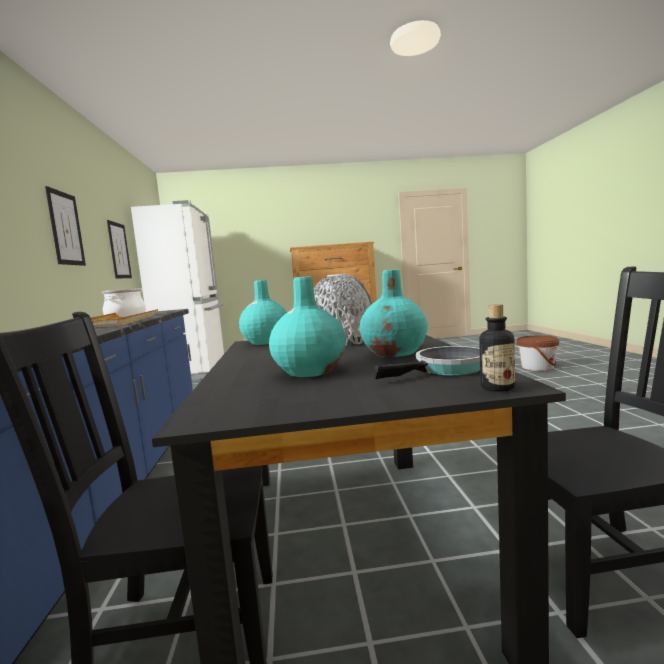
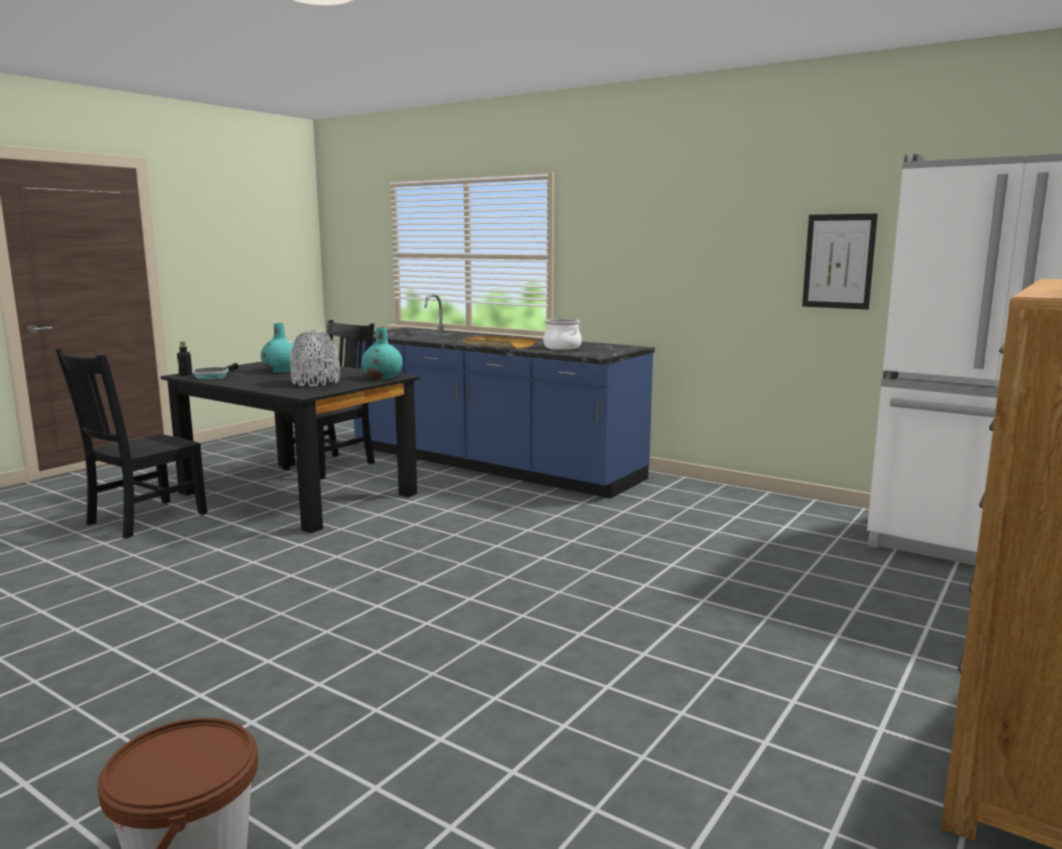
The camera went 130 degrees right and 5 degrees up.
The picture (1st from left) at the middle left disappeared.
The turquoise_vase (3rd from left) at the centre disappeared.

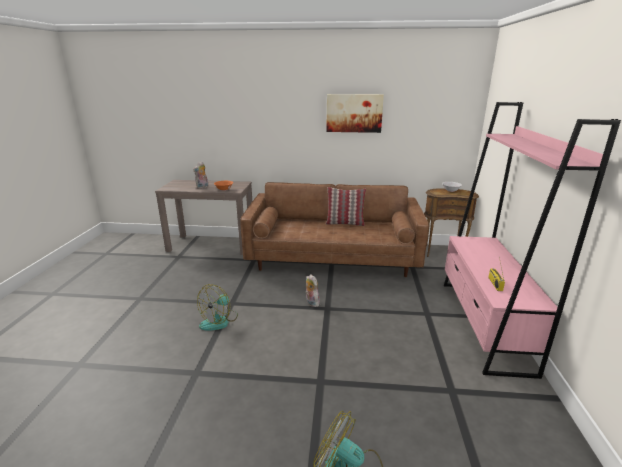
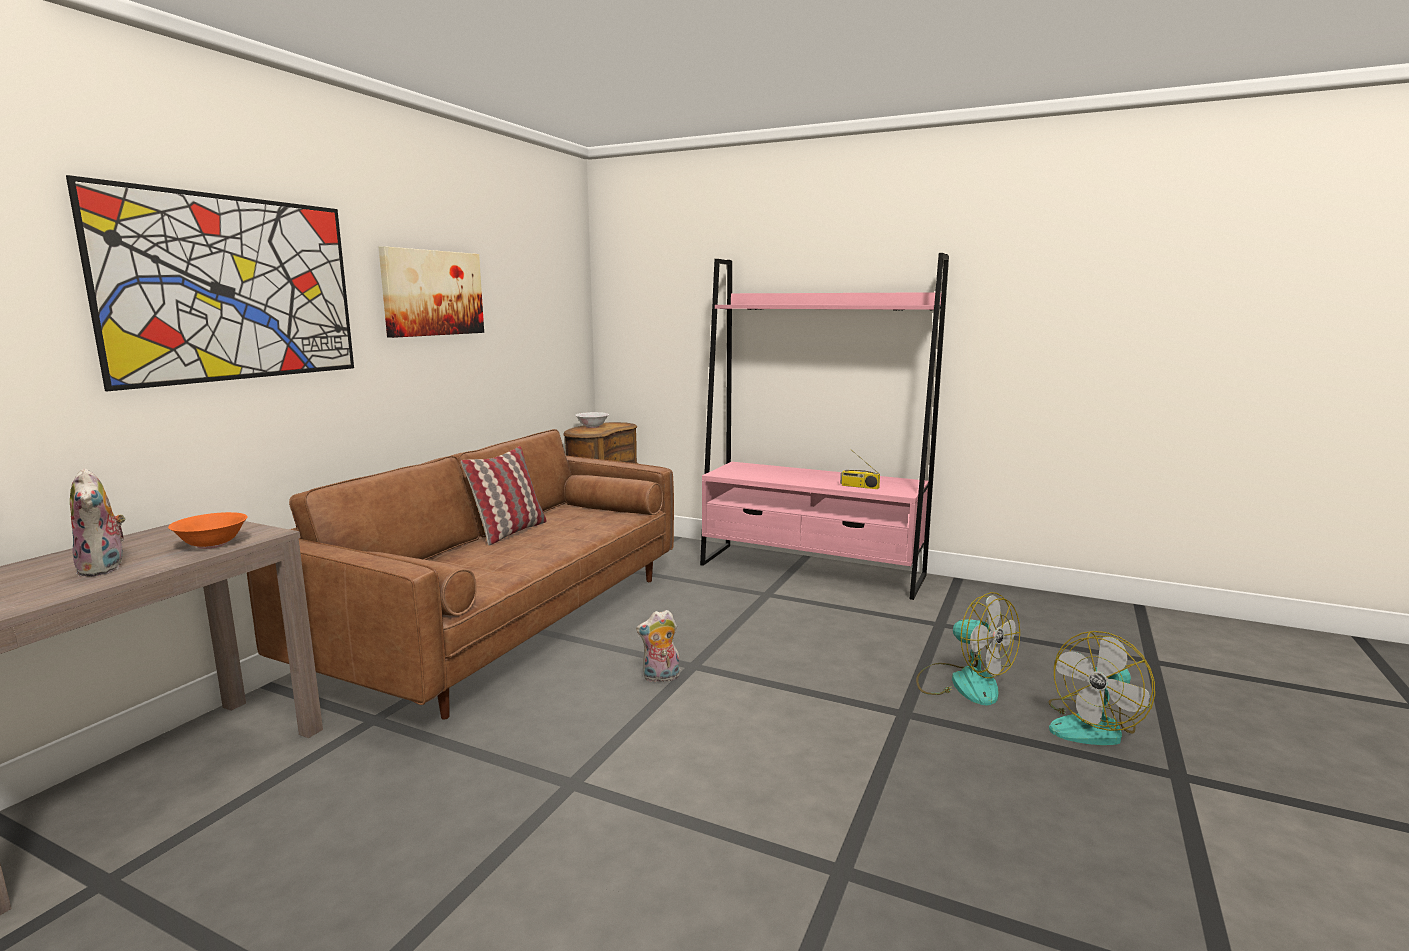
The camera went 70 degrees left and 10 degrees down.
The fan (1st from left) moved from the centre to the bottom right.
The picture (1st from left) at the top left appeared.

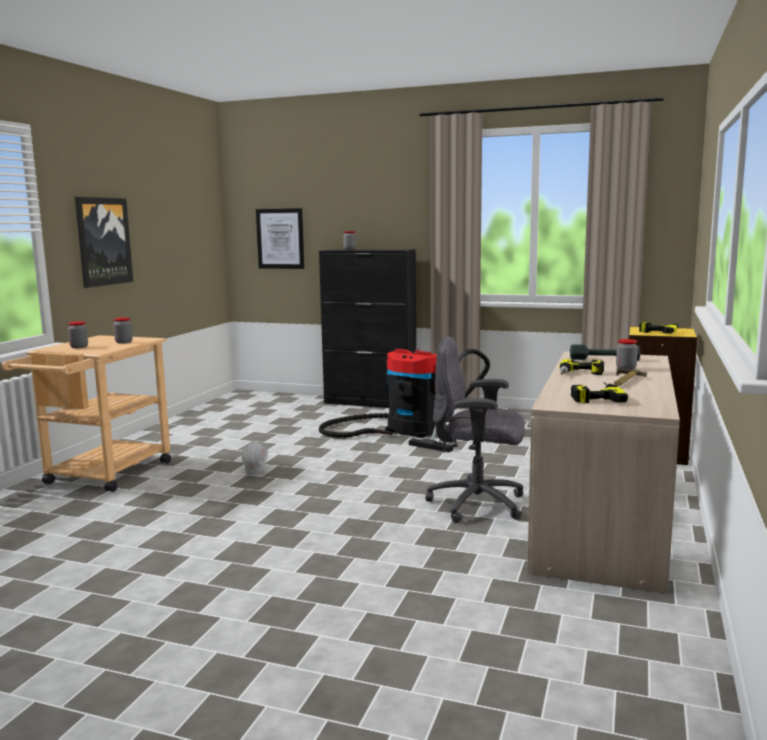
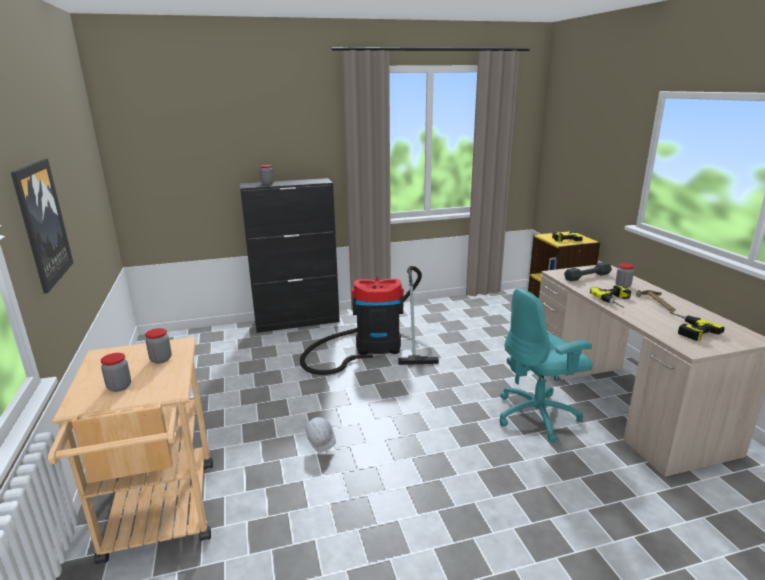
The camera went 35 degrees left and 10 degrees up.
The picture (2nd from left) at the top centre disappeared.
The grey_office_chair at the centre became the turquoise_office_chair at the middle right.

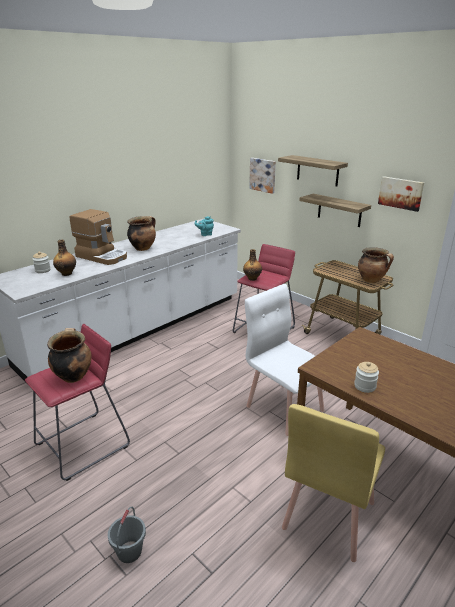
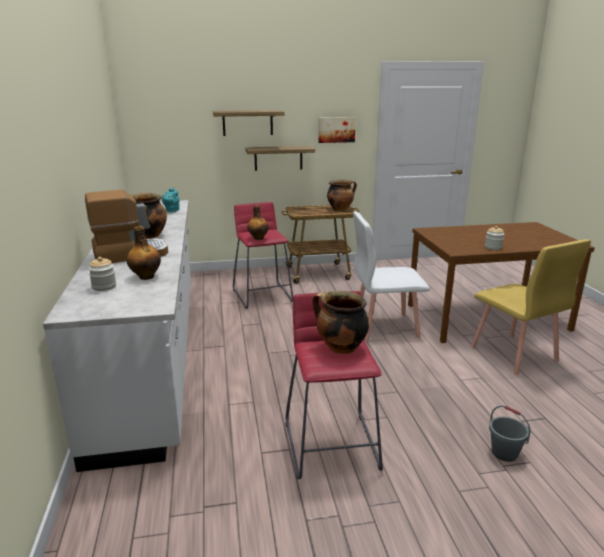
The camera went 55 degrees left and 5 degrees down.
The picture (1st from left) at the top centre disappeared.

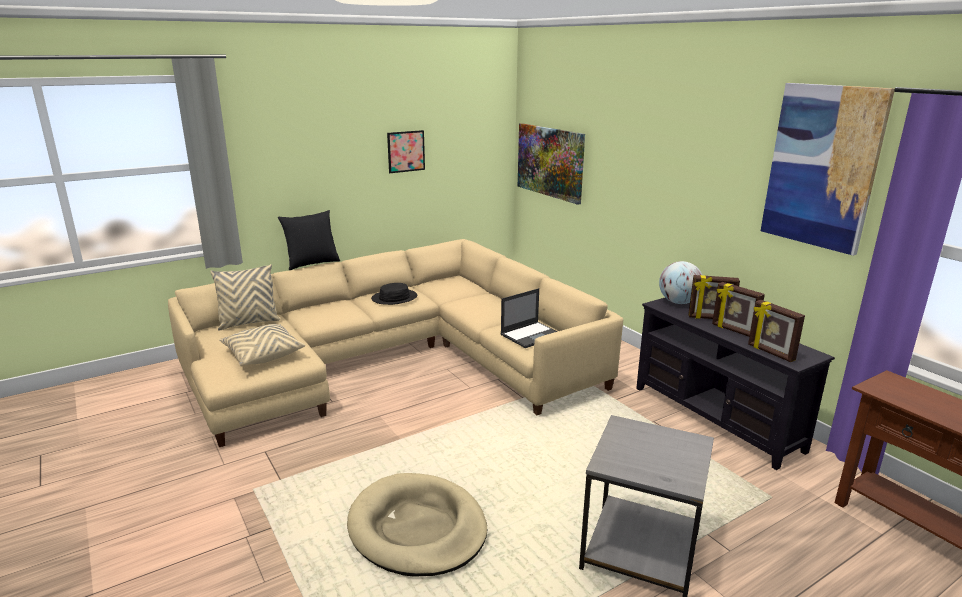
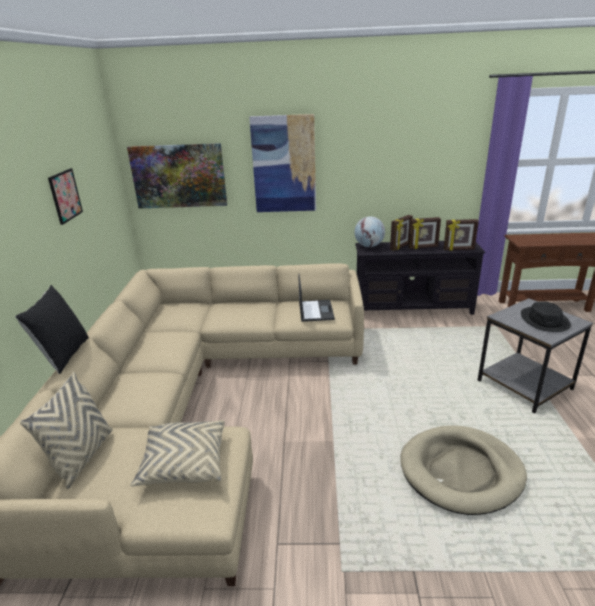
The camera went 55 degrees left and 5 degrees up.
The black_hat moved from the centre to the middle right.
The picture (3rd from left) moved from the top right to the top centre.

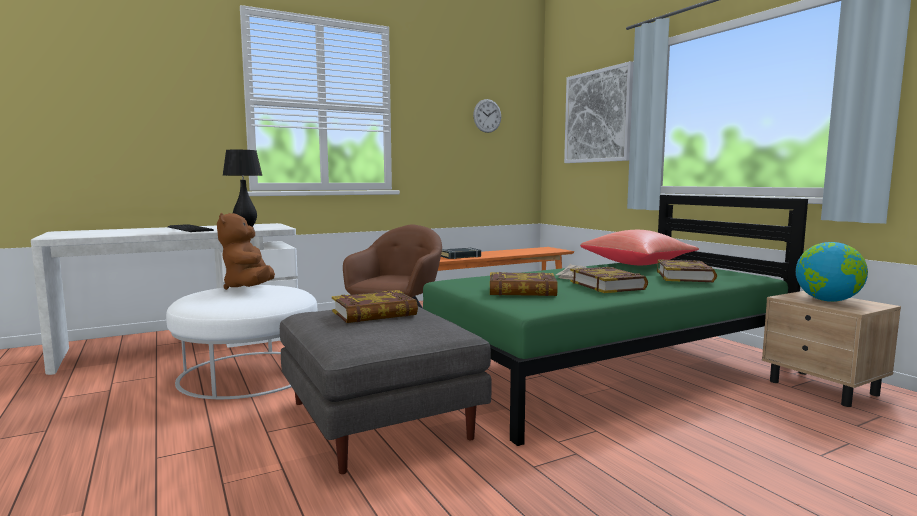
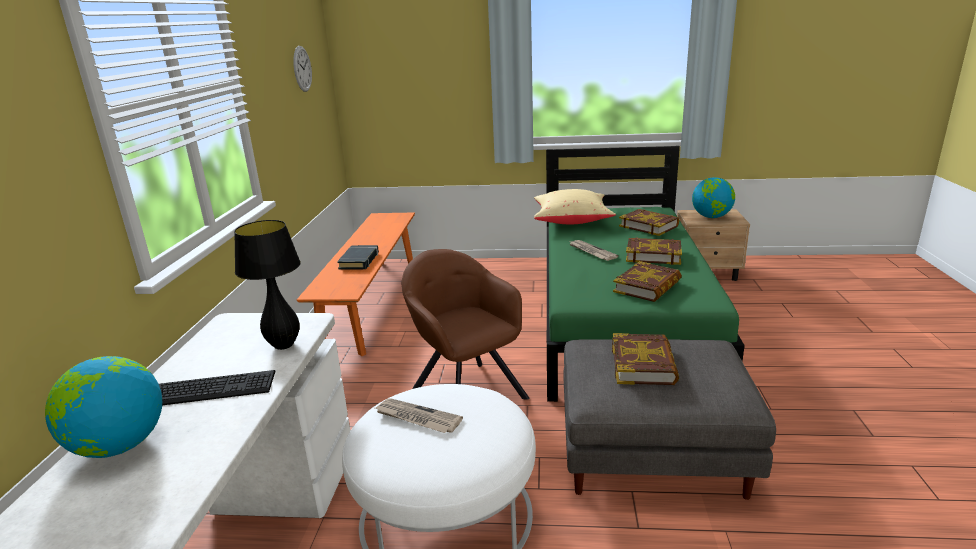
The camera went 55 degrees left and 15 degrees up.
The brown_plush_toy at the middle left was replaced by the newspaper (1st from left) at the bottom centre.
The picture at the top centre disappeared.
The red_pillow at the middle right became the beige_pillow at the centre.
The globe (1st from left) at the bottom left appeared.

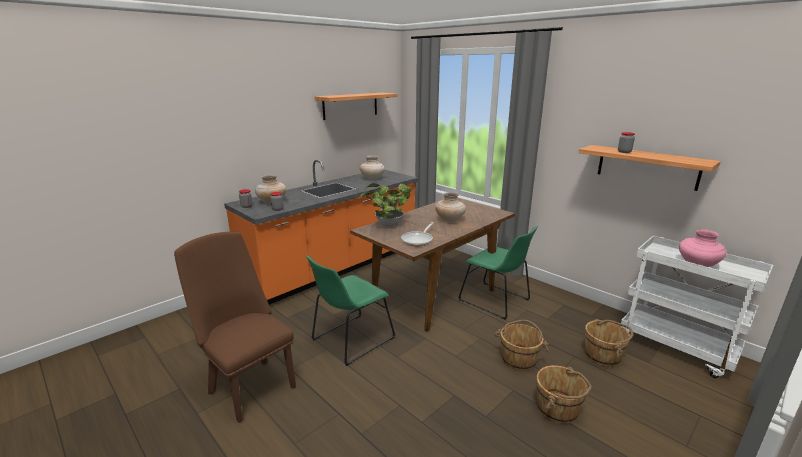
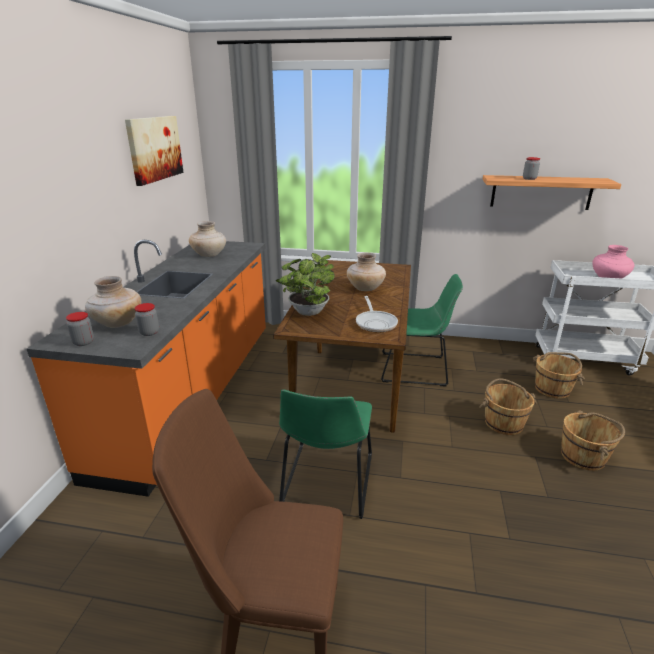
The camera went 35 degrees left and 5 degrees up.
The shelf (1st from left) at the top centre was replaced by the picture at the top left.

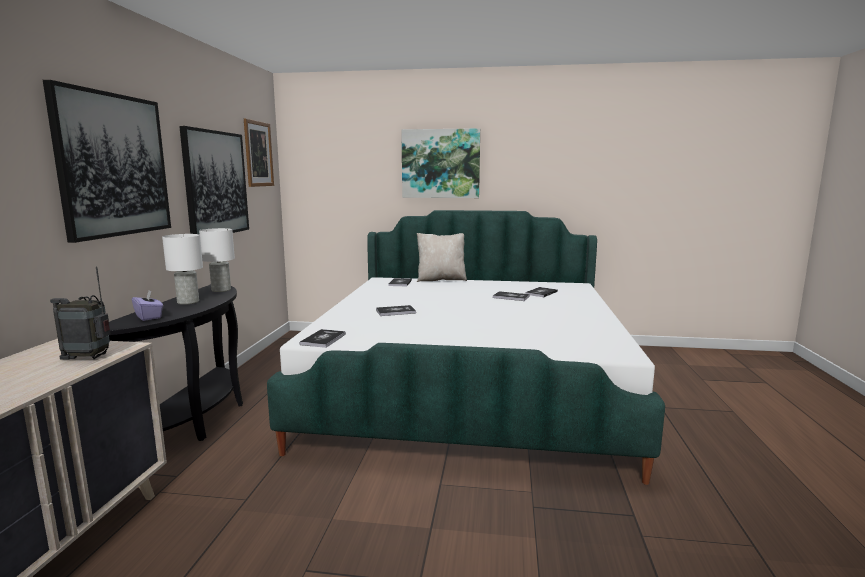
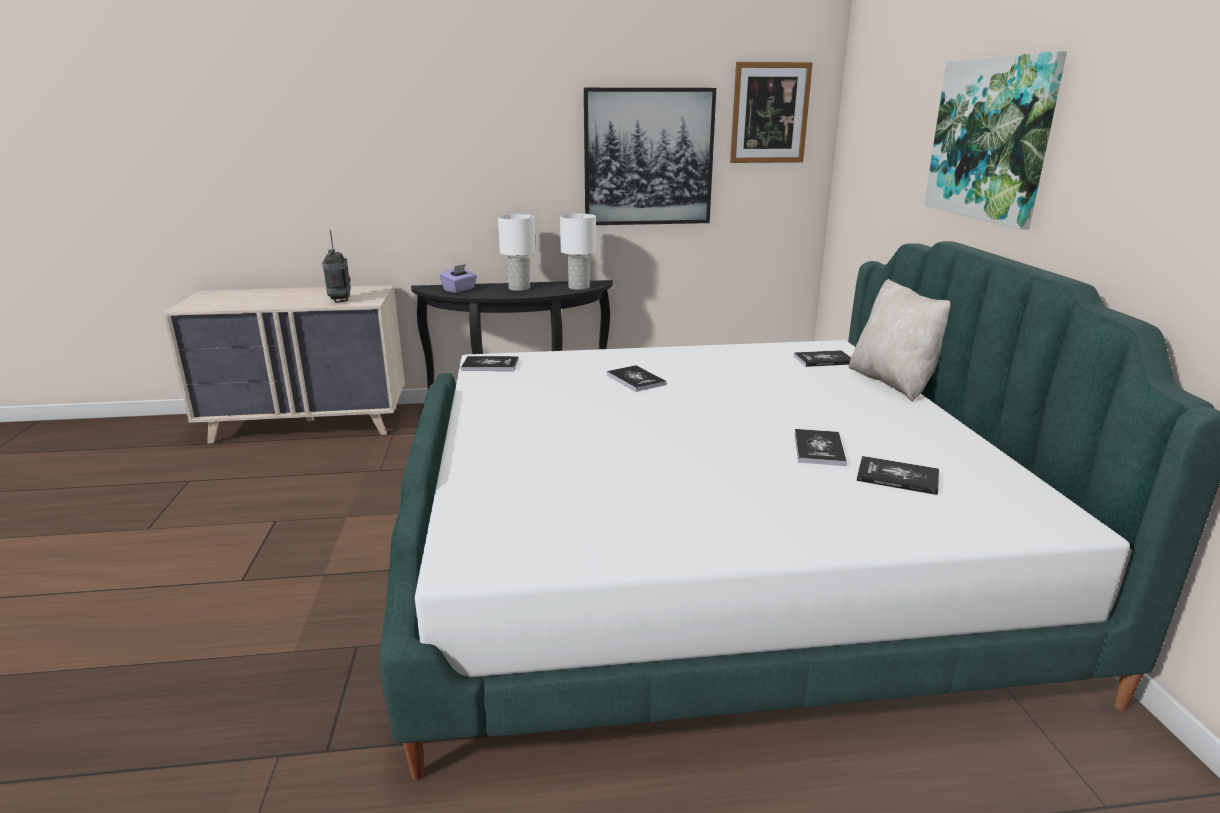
The camera went 75 degrees right and 10 degrees up.
The picture (1st from left) at the top left disappeared.

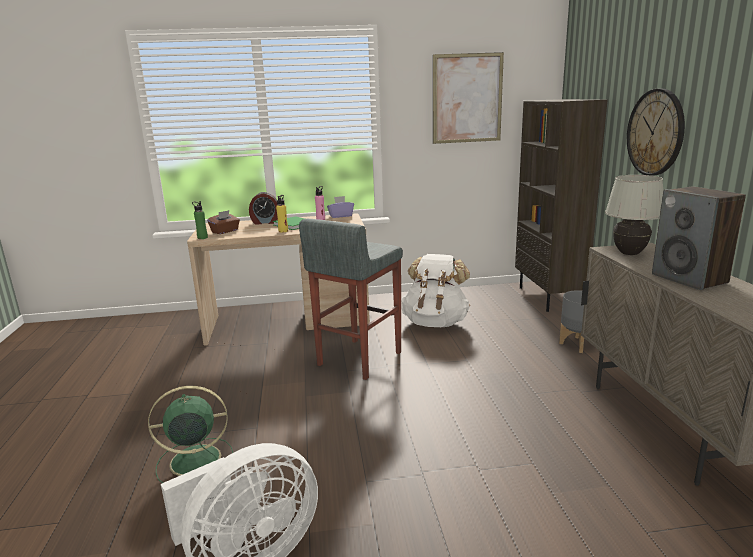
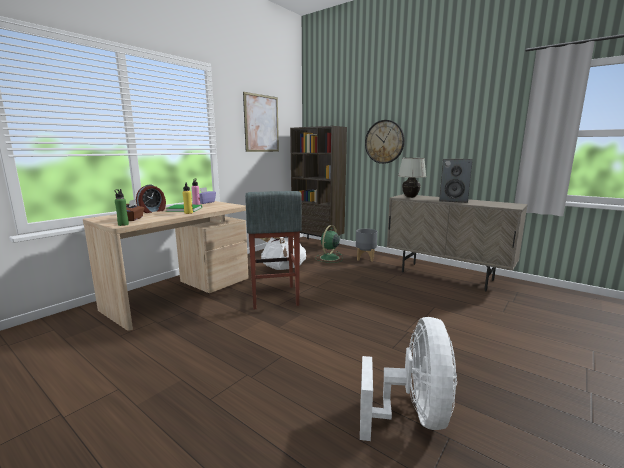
The camera went 45 degrees left and 5 degrees down.
The green_fan moved from the bottom left to the centre.

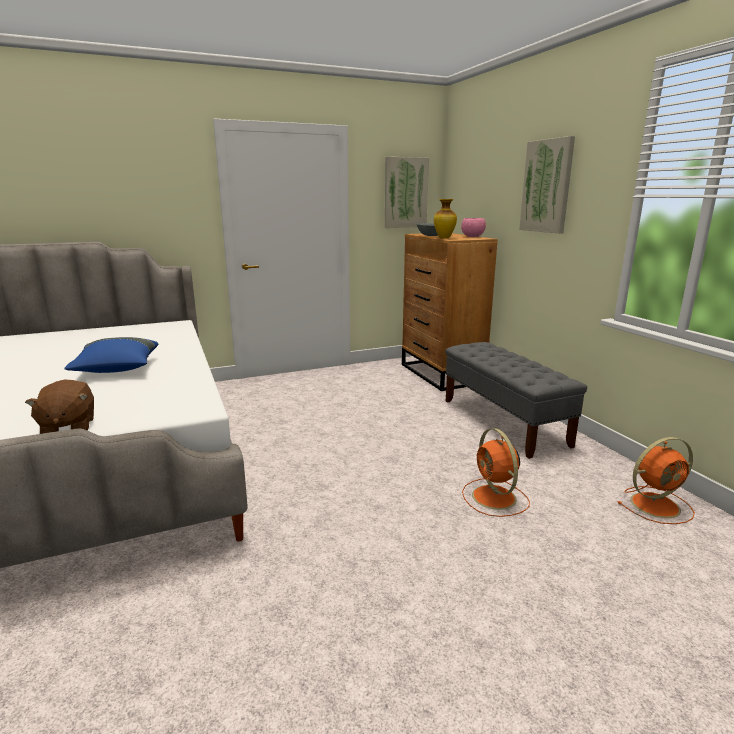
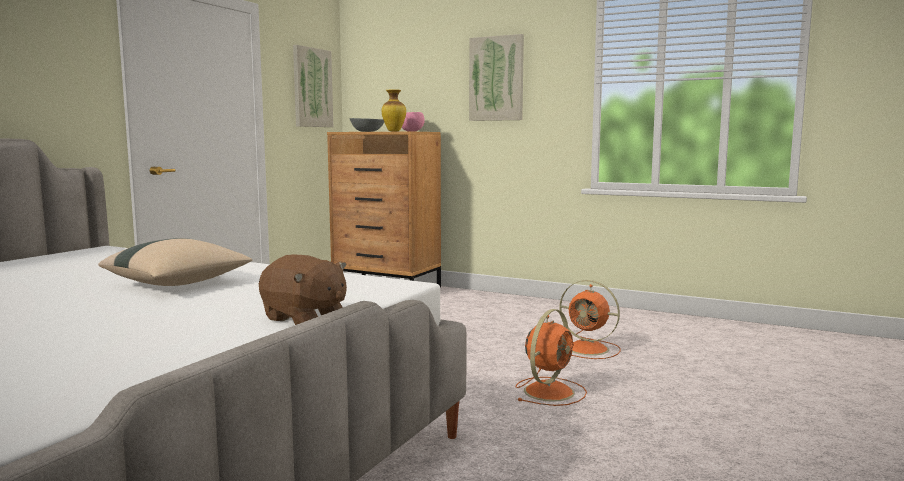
The camera went 40 degrees left and 10 degrees down.
The blue_pillow at the middle left became the beige_pillow at the middle left.
The grey_bench at the middle right disappeared.
The orange_fan (2nd from left in the first image) moved from the middle right to the bottom centre.

